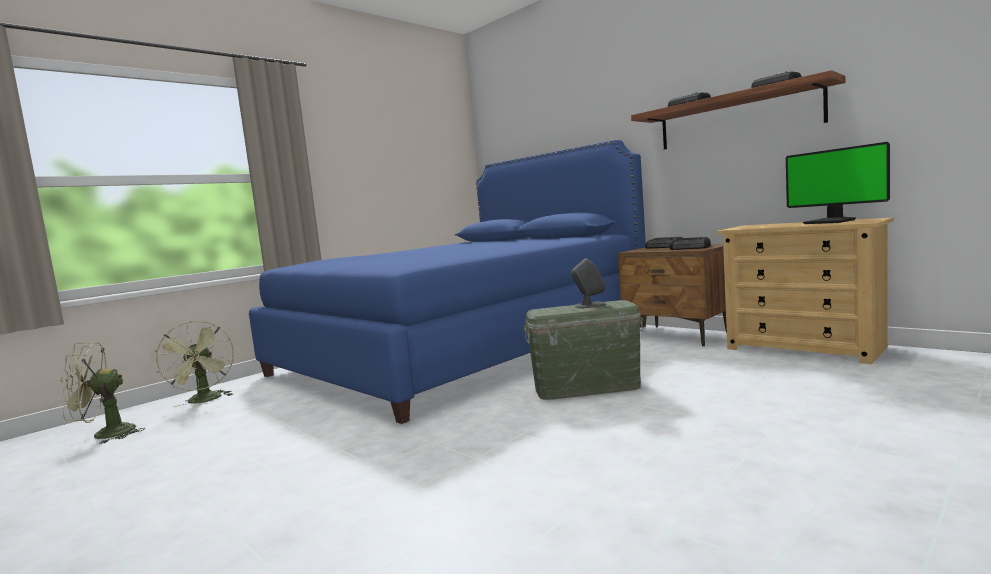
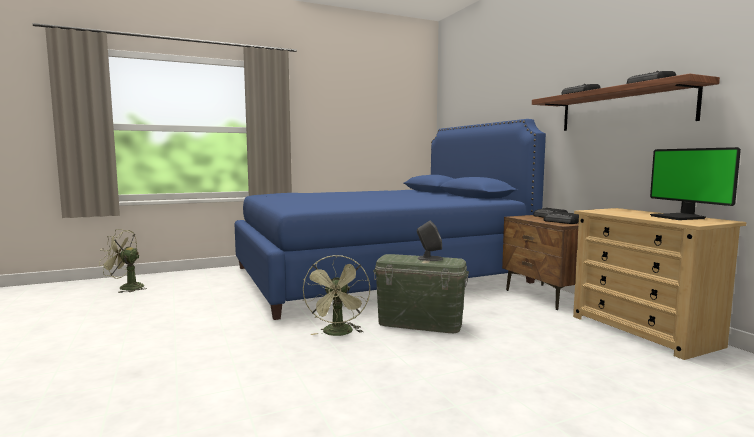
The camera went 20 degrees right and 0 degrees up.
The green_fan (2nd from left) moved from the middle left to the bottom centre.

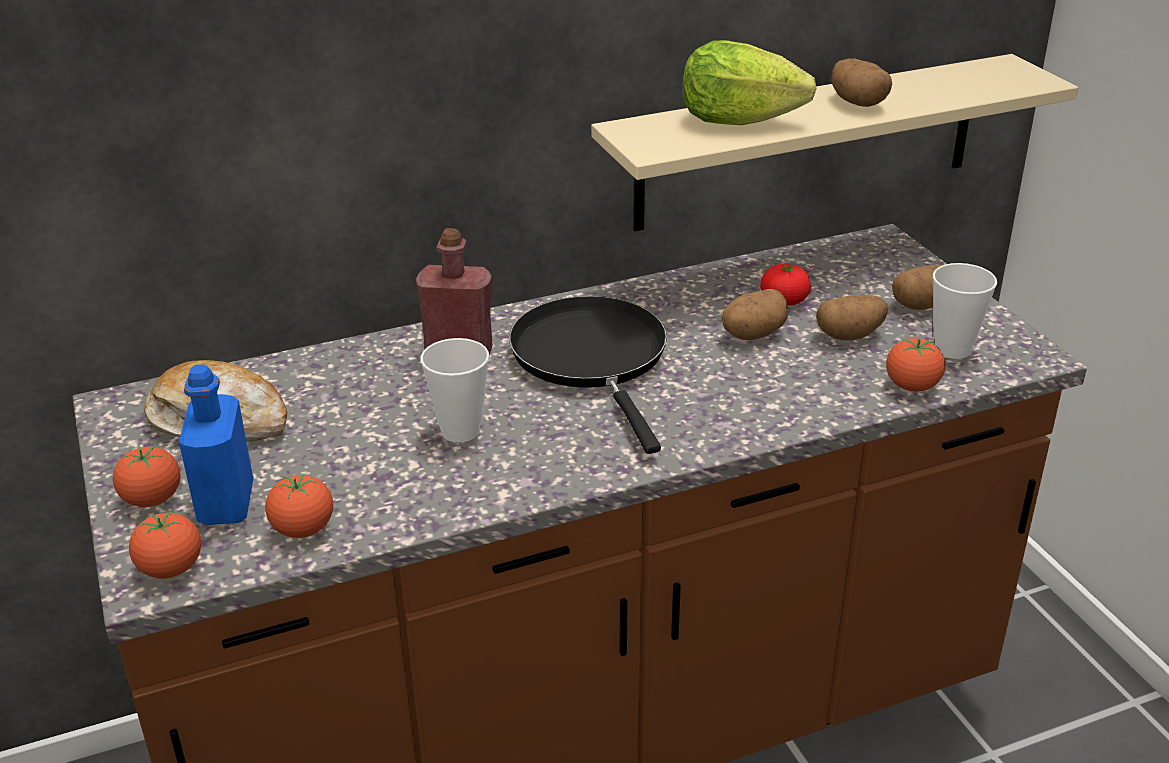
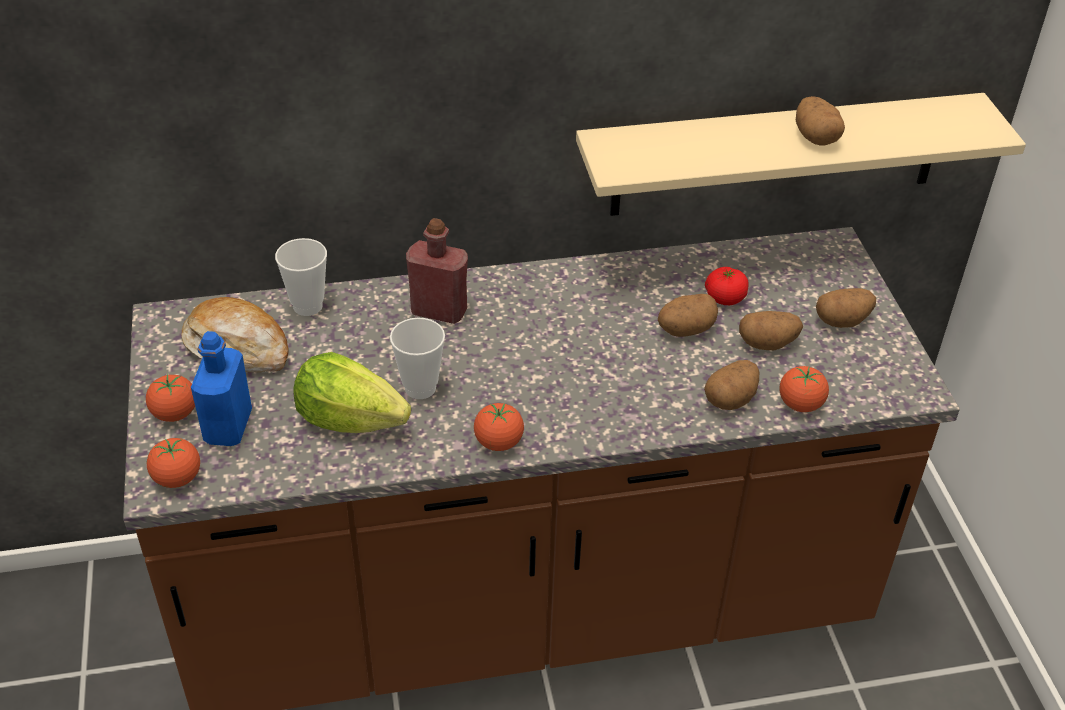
The camera went 10 degrees right and 10 degrees up.
The tomato (3rd from left) moved from the middle left to the centre.
The black_frying_pan at the centre disappeared.
The lettuce moved from the top centre to the middle left.
The cup (2nd from left in the first image) moved from the middle right to the middle left.
The potato (2nd from left) at the middle right appeared.

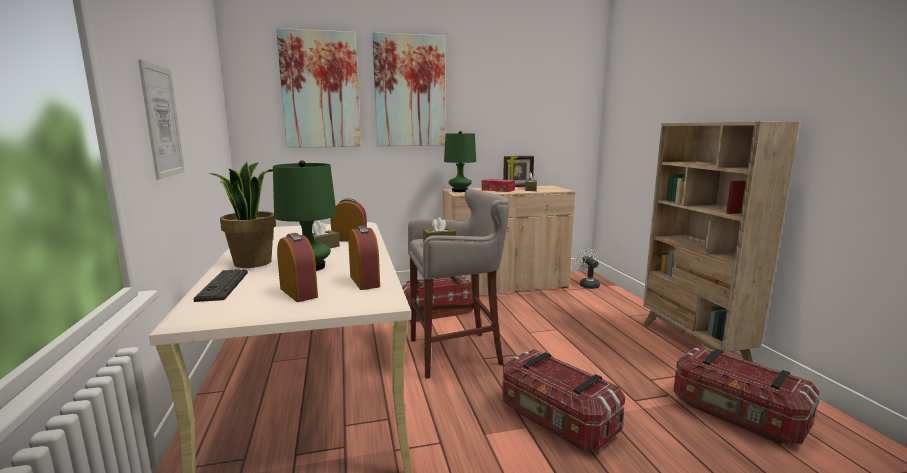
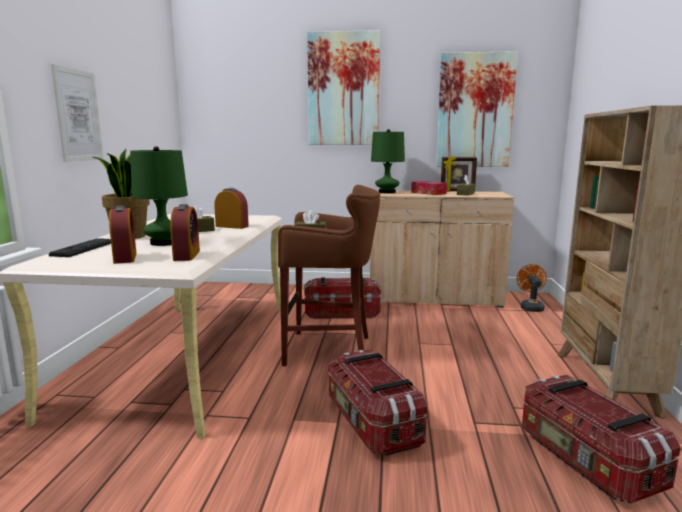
The camera went 20 degrees right and 0 degrees up.
The picture (2nd from left in the first image) moved from the top centre to the top right.
The grey_stool at the centre became the brown_stool at the centre.
The white_fan at the centre became the orange_fan at the middle right.

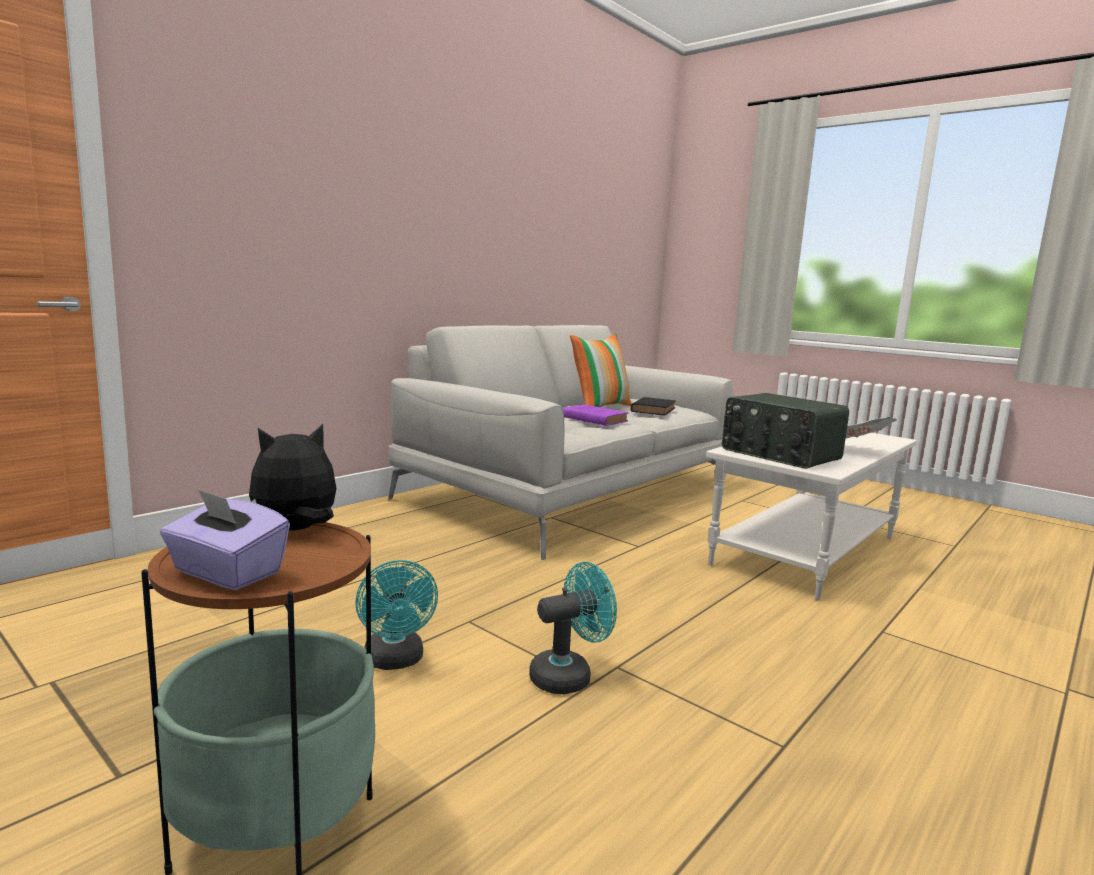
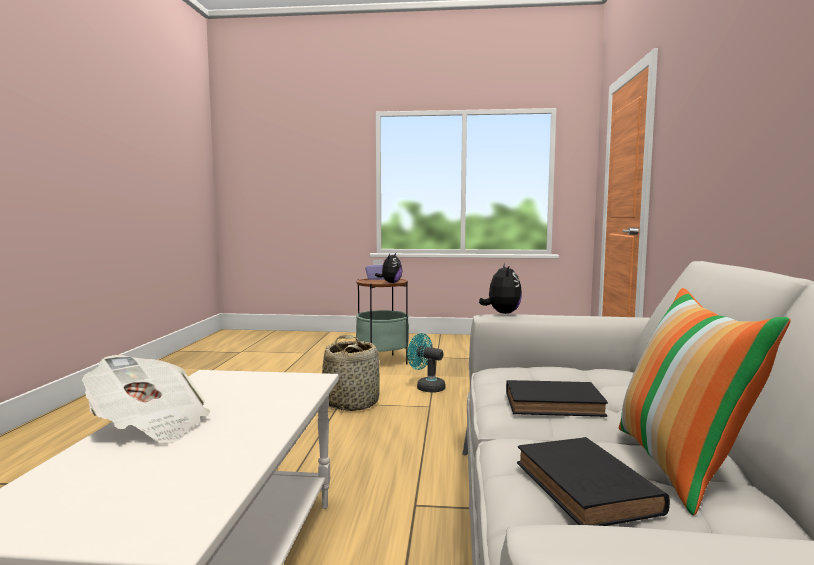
The camera went 145 degrees right and 5 degrees down.
The turquoise_fan (2nd from left) at the bottom centre was replaced by the basket at the centre.
The purple_book at the centre became the black_book (1st from left) at the bottom right.
The radio at the middle right disappeared.
The plush_toy (2nd from left) at the centre appeared.

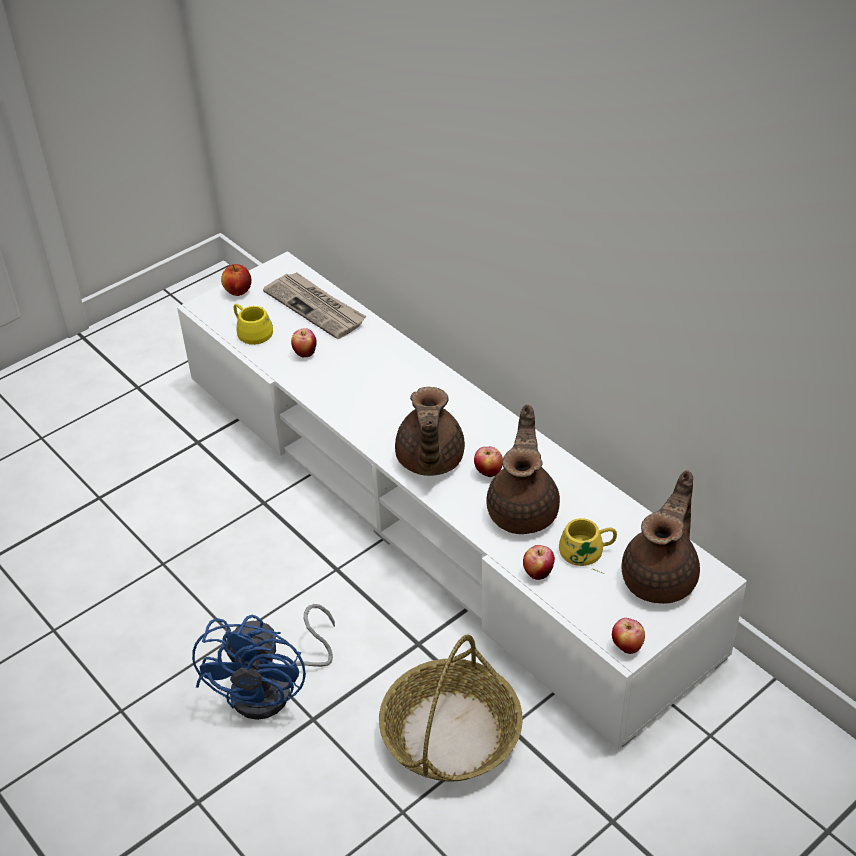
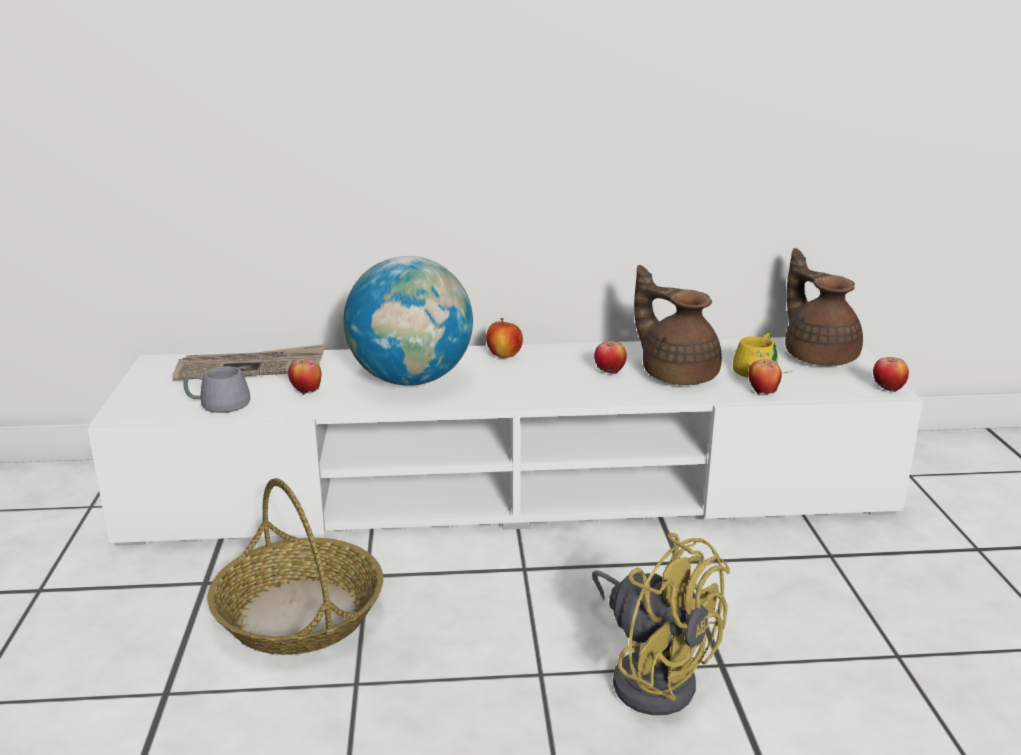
The camera went 55 degrees left and 20 degrees down.
The blue_fan at the bottom left became the yellow_fan at the bottom centre.
The apple (1st from left in the first image) moved from the top left to the centre.
The yellow_mug (1st from left) at the middle left became the grey_mug at the middle left.
The basket moved from the bottom centre to the bottom left.
The brown_teapot (1st from left) at the centre disappeared.
The globe at the centre appeared.

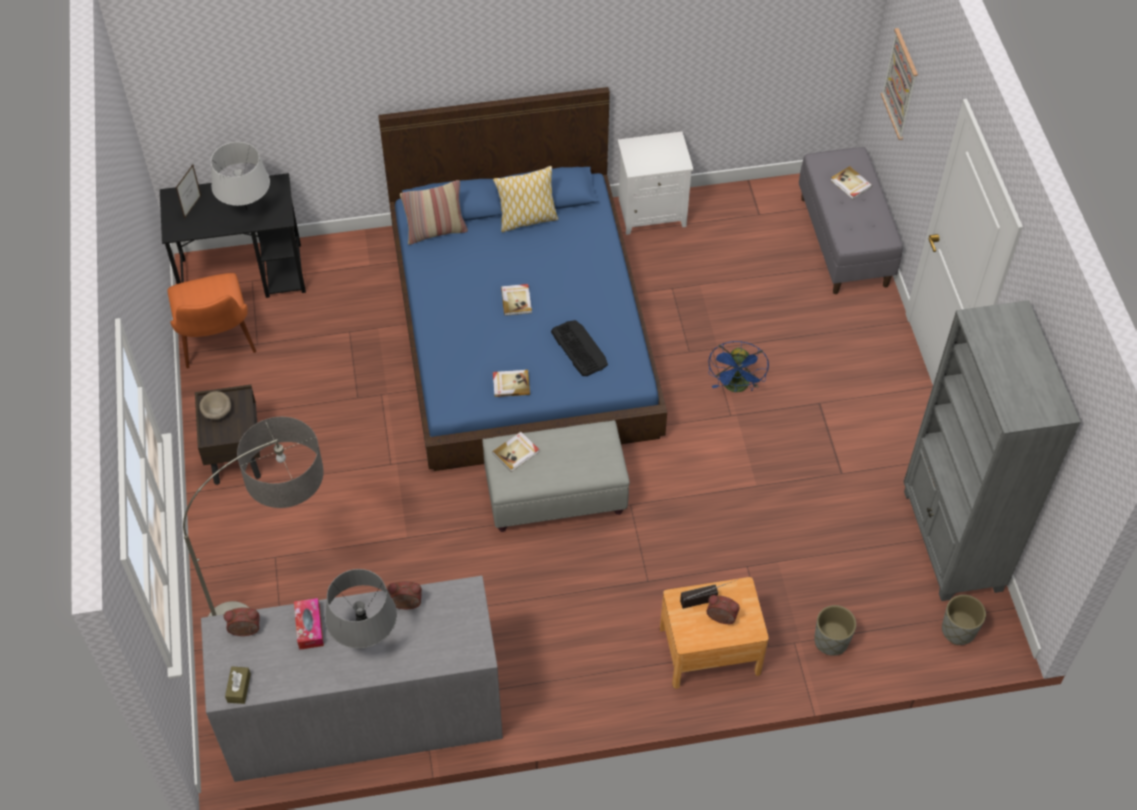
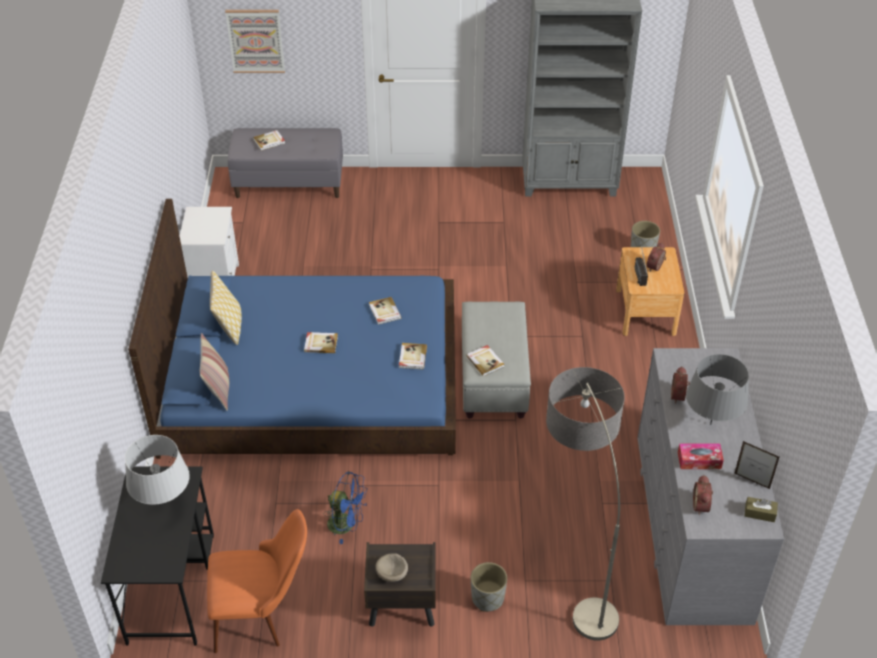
The camera went 80 degrees left and 10 degrees down.
The picture_frame moved from the top left to the bottom right.
The keyboard at the centre was replaced by the book (3rd from left) at the centre.
The blue_fan moved from the centre to the bottom centre.
The grey_planter (2nd from left in the first image) moved from the bottom right to the bottom centre.

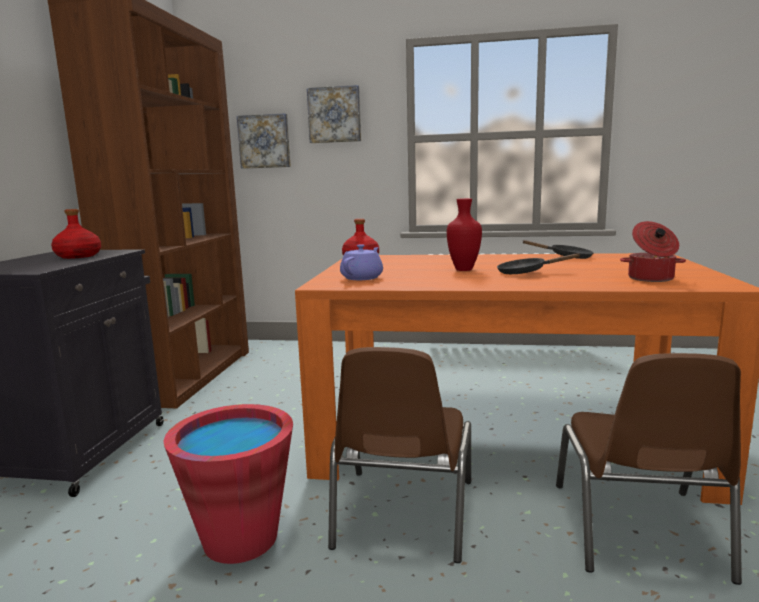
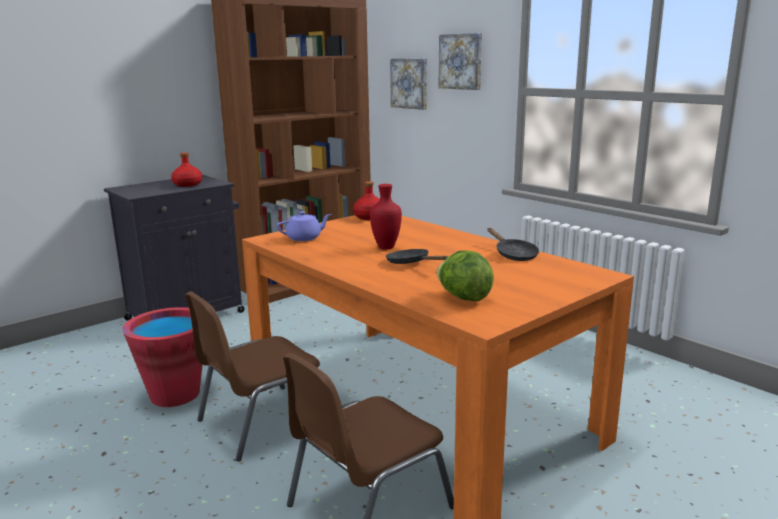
The camera went 40 degrees right and 5 degrees up.
The cooking_pot at the middle right was replaced by the lettuce at the centre.

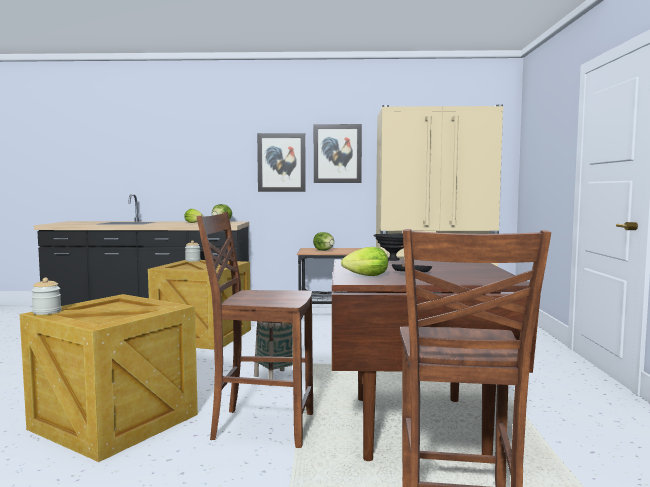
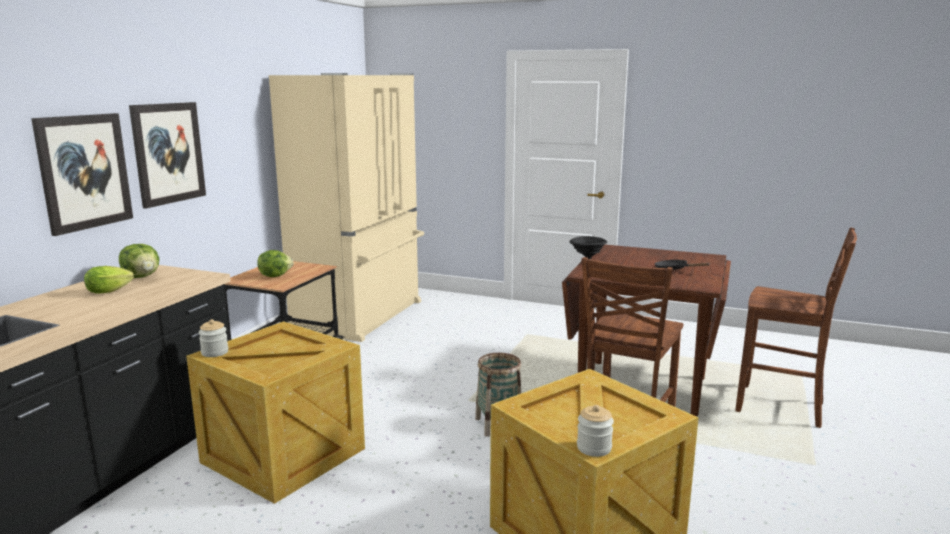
The camera went 70 degrees left and 10 degrees up.
The picture (2nd from left in the first image) moved from the top centre to the top left.
The lettuce (4th from left) at the centre disappeared.

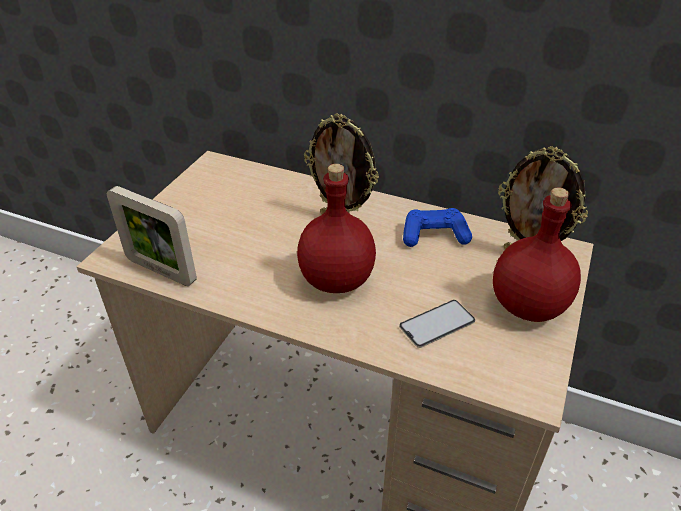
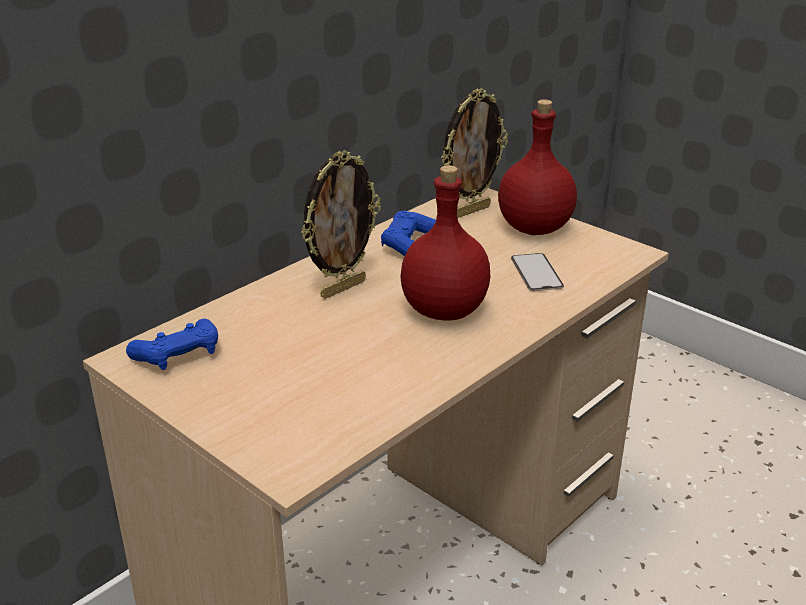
The camera went 70 degrees left and 10 degrees down.
The picture_frame (1st from left) at the middle left disappeared.
The blue_game_controller (1st from left) at the middle left appeared.

